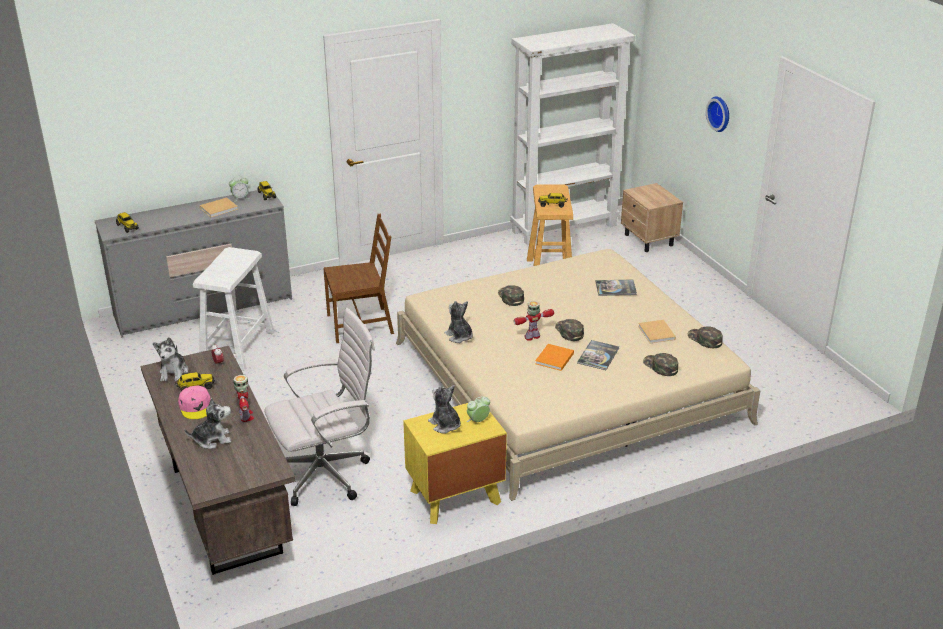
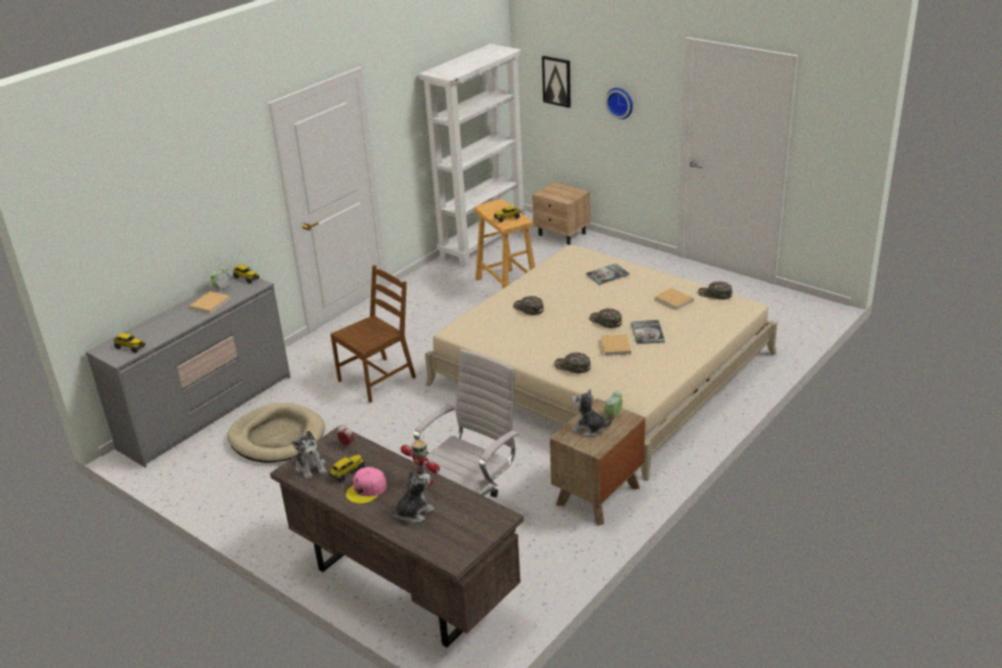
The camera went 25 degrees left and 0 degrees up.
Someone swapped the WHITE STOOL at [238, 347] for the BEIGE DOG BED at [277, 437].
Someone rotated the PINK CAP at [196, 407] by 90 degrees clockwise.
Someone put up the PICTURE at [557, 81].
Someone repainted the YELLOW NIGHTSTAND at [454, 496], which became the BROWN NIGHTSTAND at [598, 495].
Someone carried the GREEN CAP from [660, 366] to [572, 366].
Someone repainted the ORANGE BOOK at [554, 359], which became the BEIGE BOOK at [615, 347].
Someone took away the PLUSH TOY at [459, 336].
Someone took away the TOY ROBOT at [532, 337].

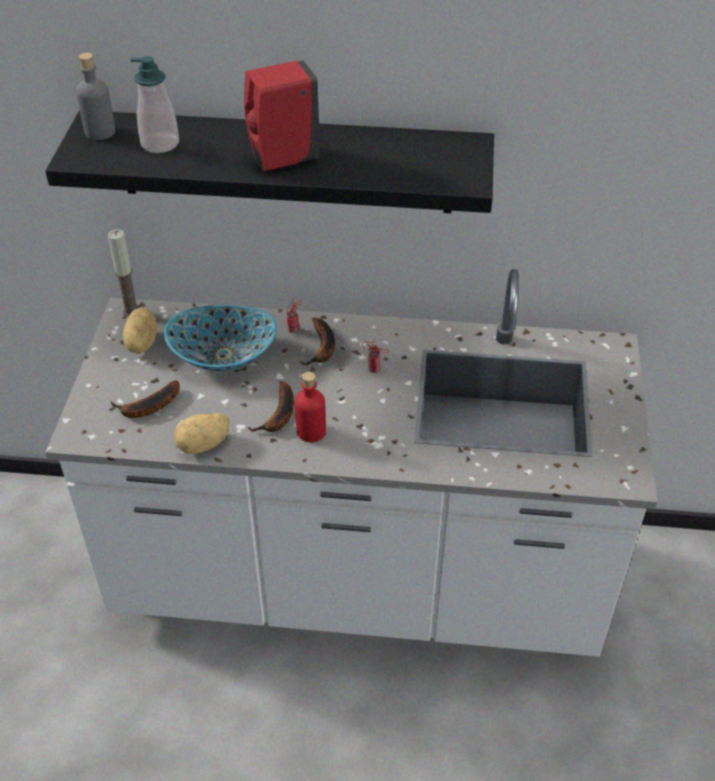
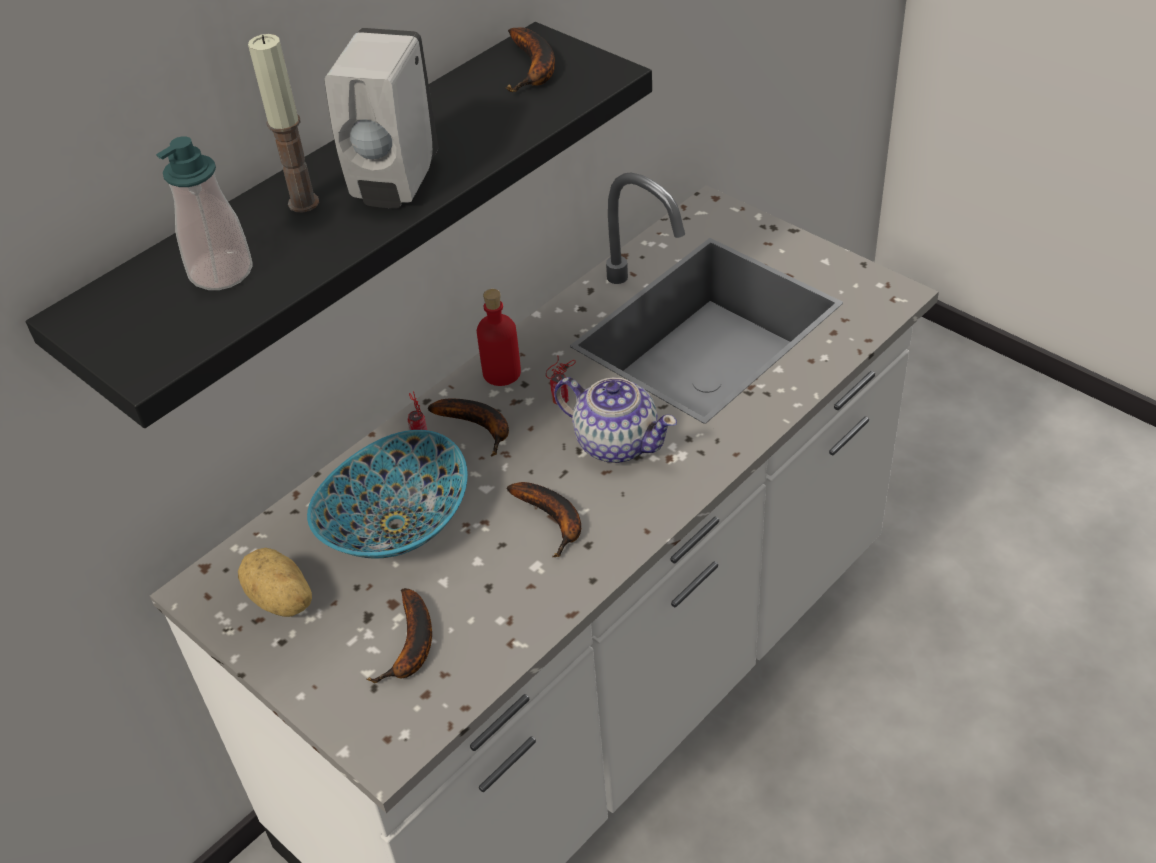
The camera went 50 degrees left and 0 degrees up.
Someone carried the CANDLE from [131, 311] to [303, 203].
Someone repainted the RED SOAP DISPENSER at [281, 160], which became the WHITE SOAP DISPENSER at [394, 184].
Someone carried the RED BOTTLE from [311, 431] to [502, 373].
Someone put down the BANANA at [534, 68].
Someone put down the TEAPOT at [616, 442].
Someone took away the GREY BOTTLE at [100, 132].
Someone took away the POTATO at [204, 445].

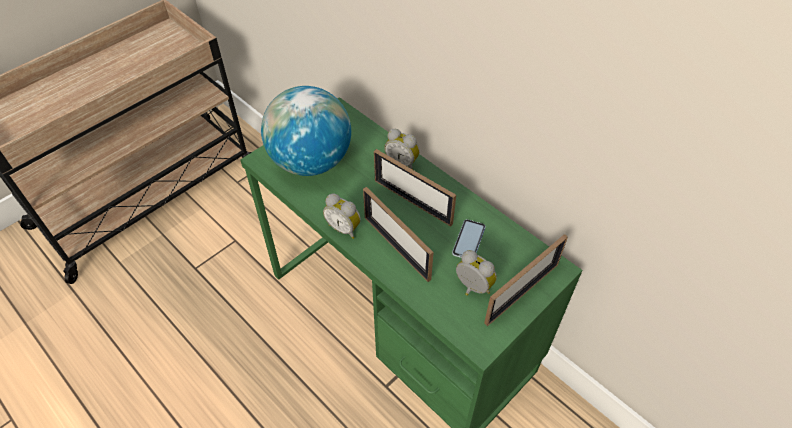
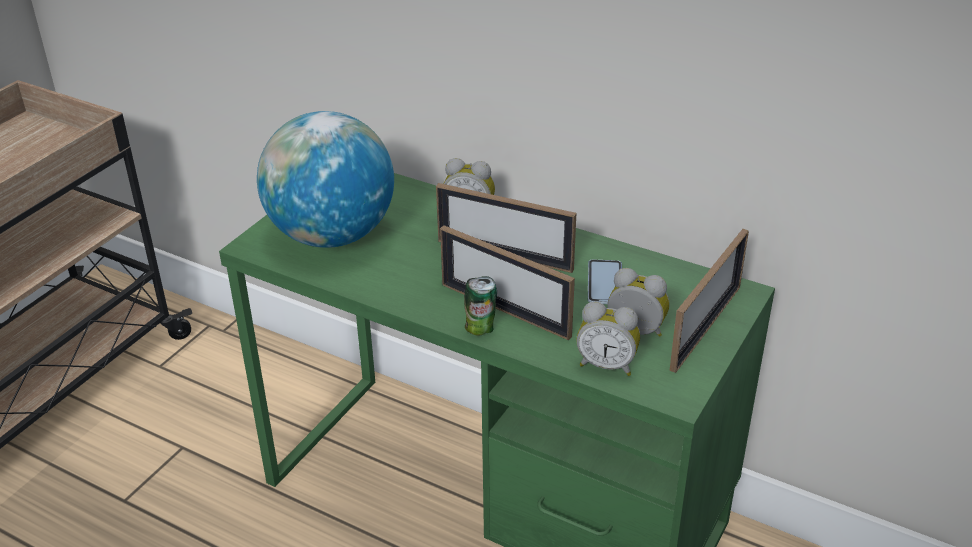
The camera went 15 degrees left and 15 degrees down.
Someone put down the CAN at [480, 328].
Someone carried the ALARM CLOCK from [344, 228] to [607, 364].

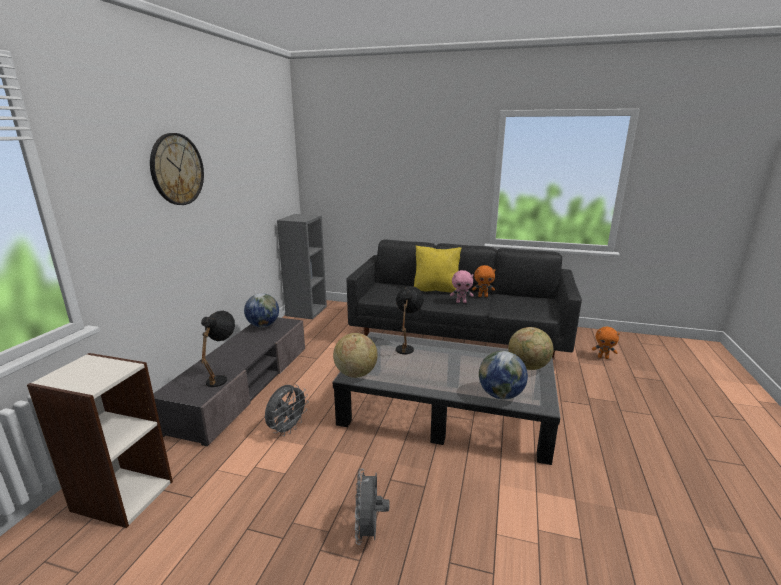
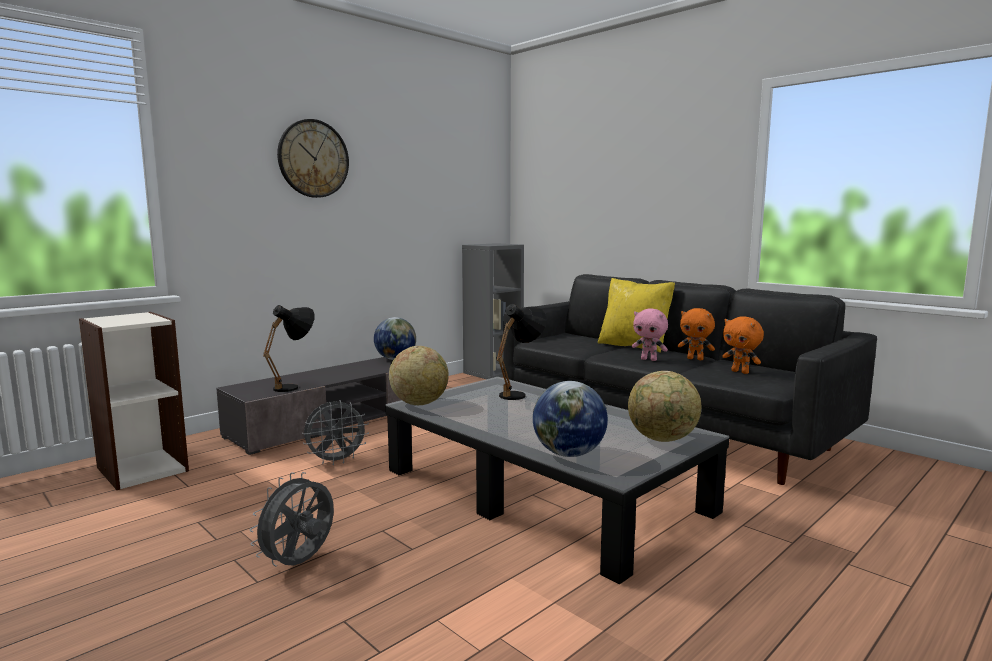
The camera went 30 degrees right and 10 degrees down.
Someone carried the ORANGE PLUSH TOY from [603, 357] to [740, 372].

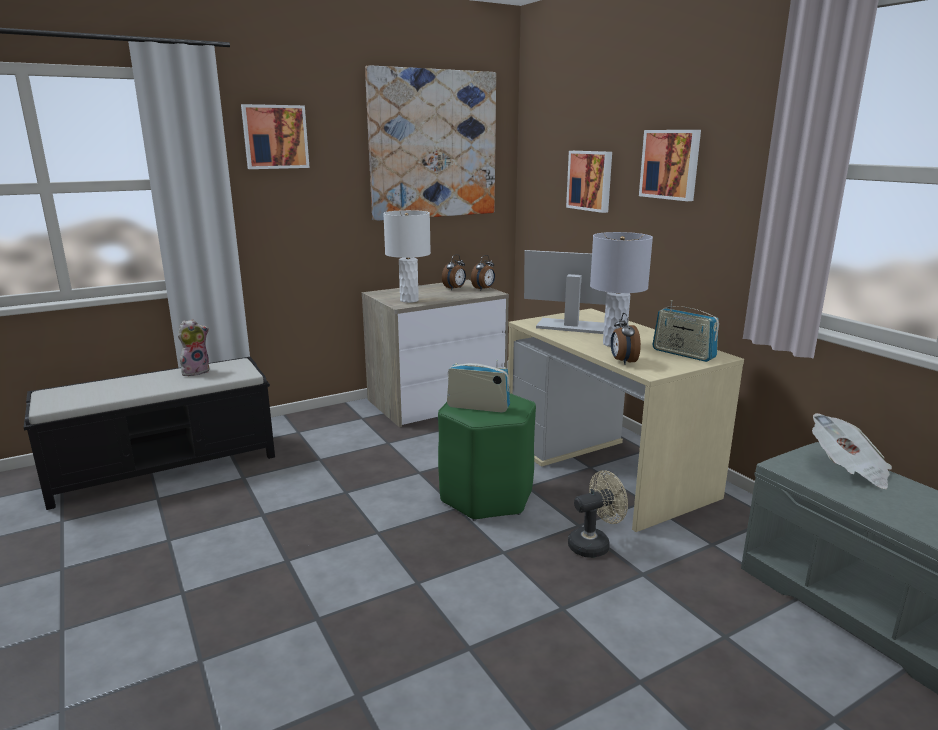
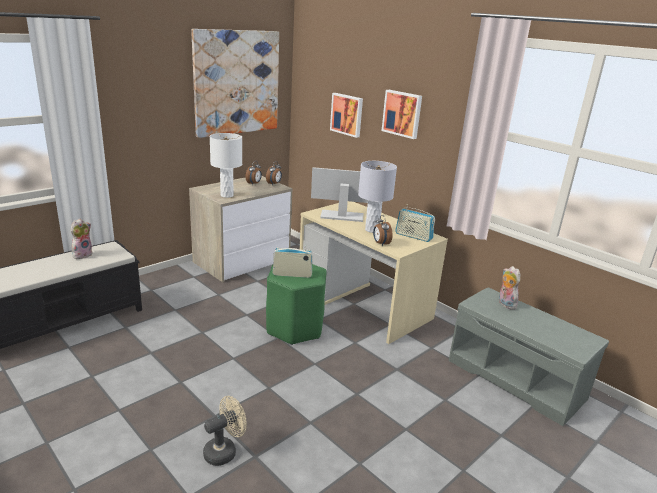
The camera went 15 degrees left and 5 degrees up.
Someone carried the BEIGE FAN from [594, 544] to [224, 451].
Someone swapped the NEWSPAPER at [848, 470] for the PLUSH TOY at [505, 304].
Someone took away the PICTURE at [275, 137].

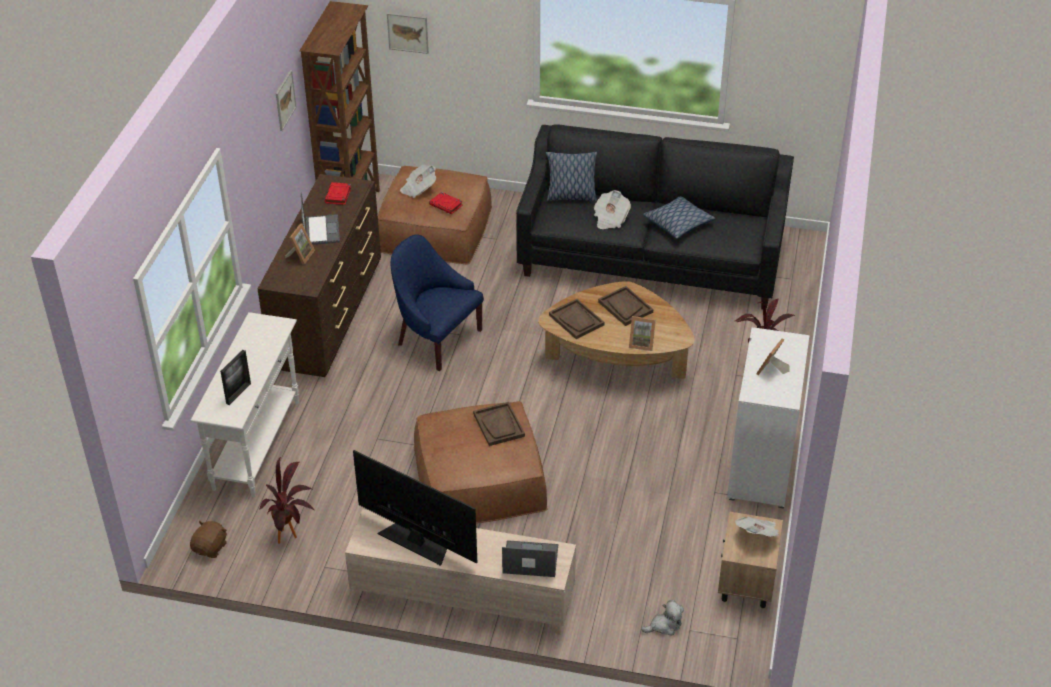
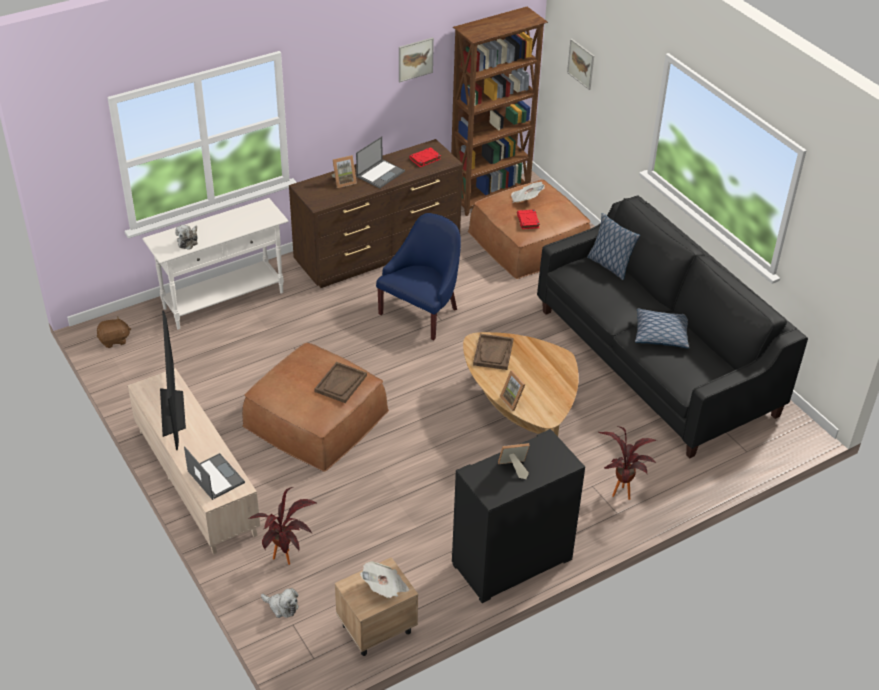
The camera went 45 degrees right and 0 degrees up.
Someone swapped the PICTURE FRAME at [238, 393] for the PLUSH TOY at [188, 241].
Someone carried the POTTED PLANT from [291, 536] to [287, 560].
Someone rotated the BLUE ARMCHAIR at [436, 339] by 45 degrees clockwise.
Someone repainted the WHITE CABINET at [762, 466], which became the BLACK CABINET at [512, 562].
Someone took away the NEWSPAPER at [610, 219].
Someone took away the BROWN TRAY at [625, 307].

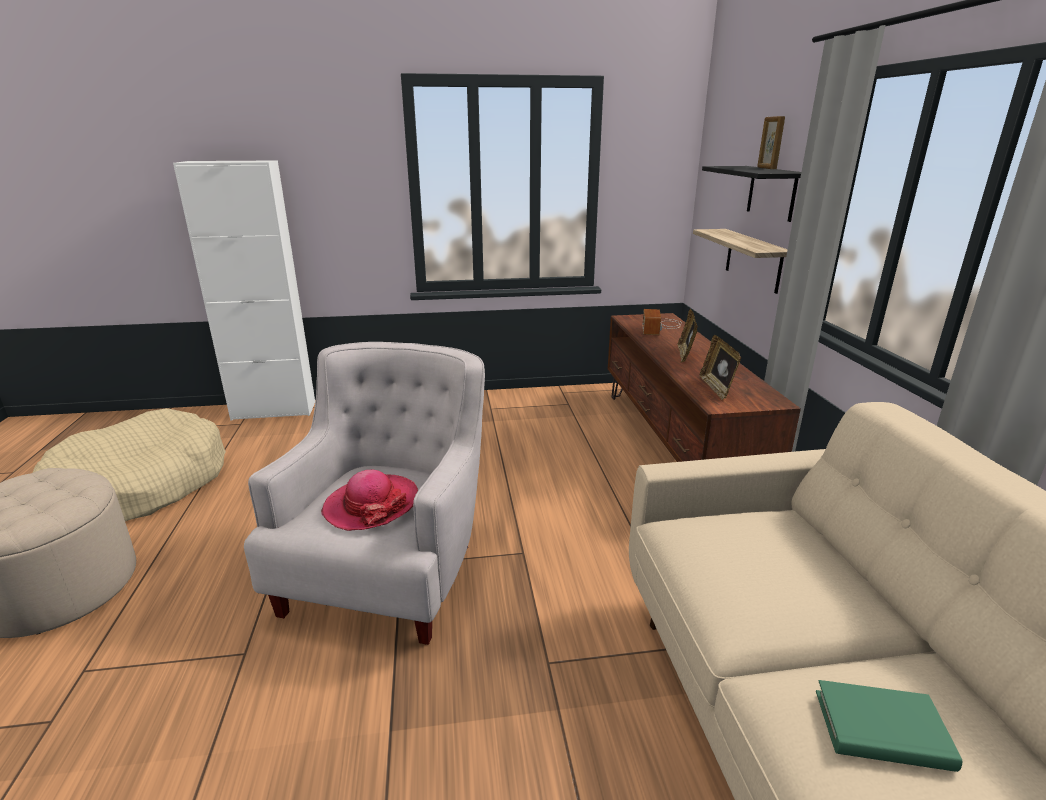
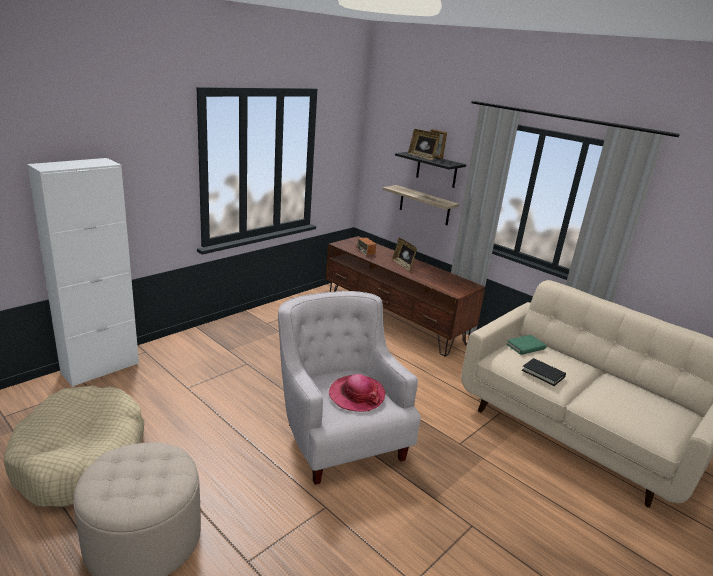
The camera went 40 degrees left and 0 degrees up.
Someone carried the PICTURE FRAME from [717, 388] to [422, 157].
Someone carried the GREEN BOOK from [882, 730] to [525, 347].
Someone put down the BLACK BOOK at [543, 374].

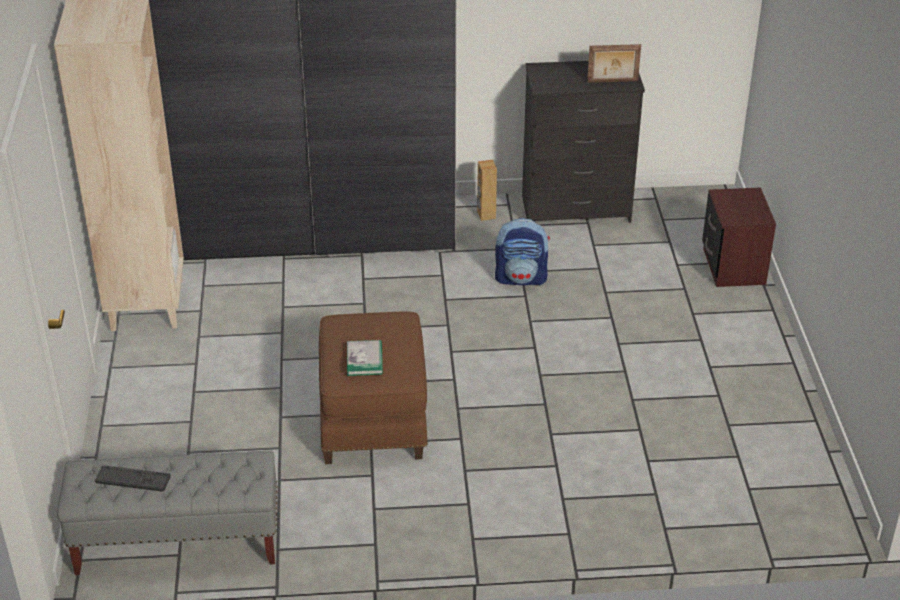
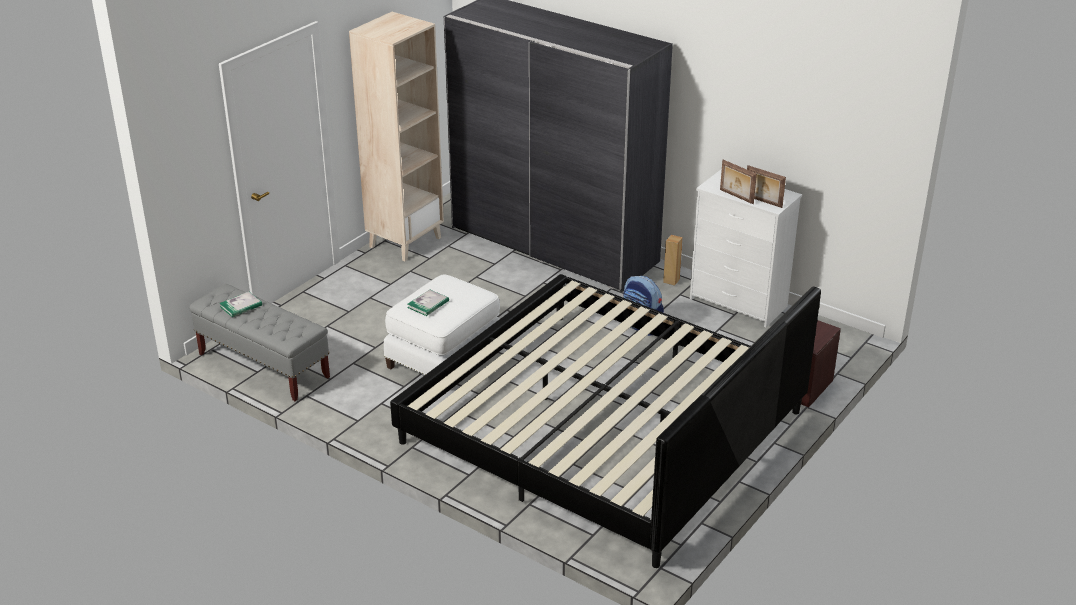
The camera went 40 degrees right and 5 degrees down.
Someone swapped the KEYBOARD at [133, 479] for the BOOK at [241, 306].
Someone repainted the BROWN OTTOMAN at [374, 419], which became the WHITE OTTOMAN at [445, 358].
Someone put down the BED at [603, 427].
Someone repainted the BLACK DRESSER at [577, 209], which became the WHITE DRESSER at [738, 303].
Someone put down the PICTURE FRAME at [736, 197].

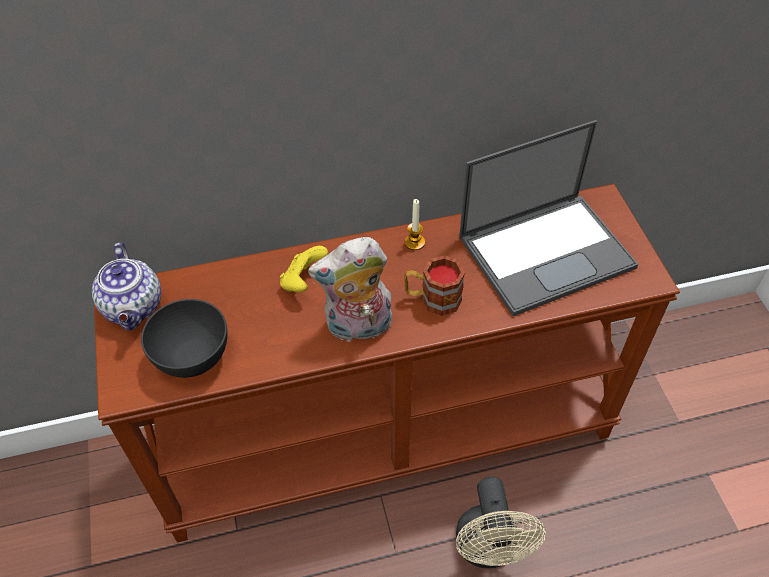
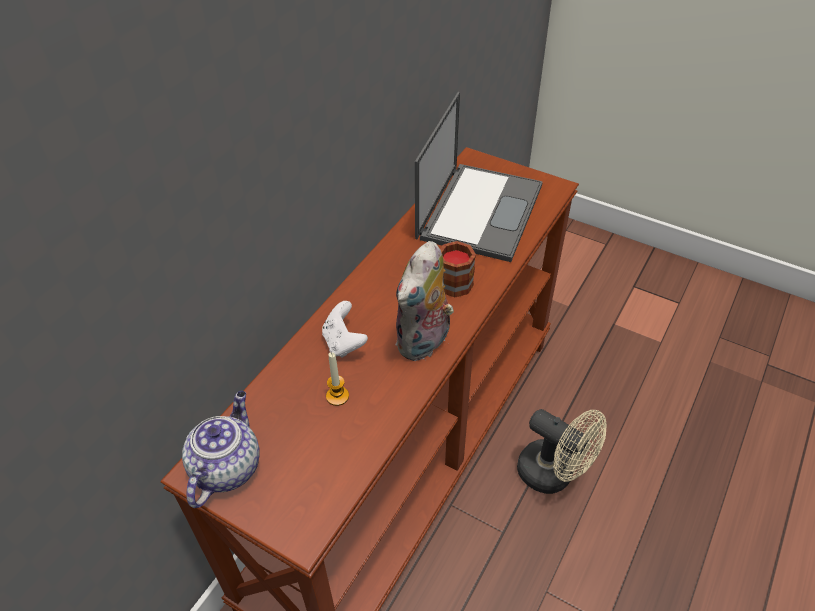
The camera went 45 degrees left and 5 degrees down.
Someone rotated the TEAPOT at [134, 308] by 105 degrees counterclockwise.
Someone repainted the YELLOW GAME CONTROLLER at [303, 281], which became the WHITE GAME CONTROLLER at [344, 343].
Someone carried the CANDLE from [414, 242] to [337, 396].
Someone took away the GREY BOWL at [192, 357].

